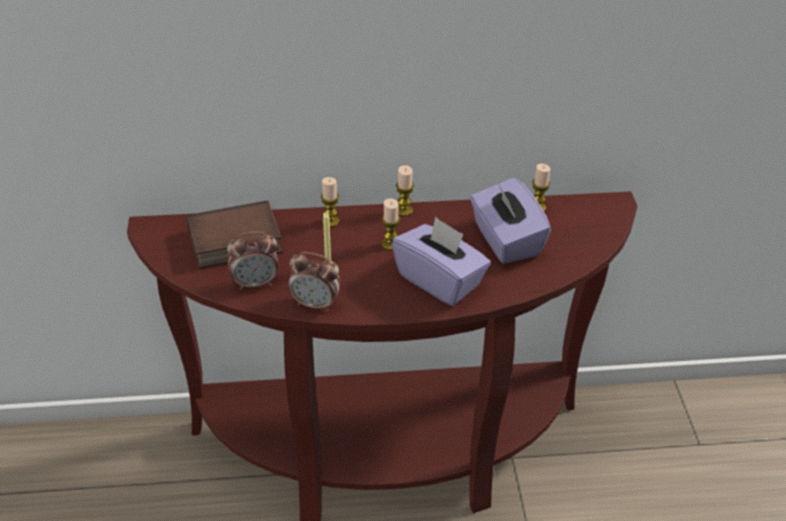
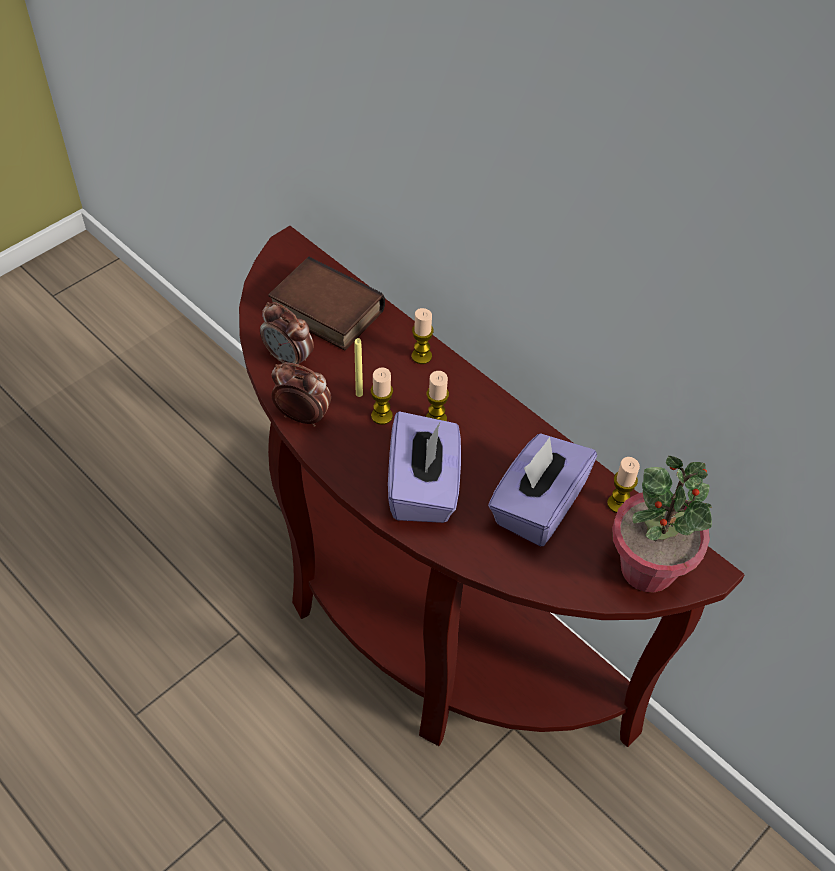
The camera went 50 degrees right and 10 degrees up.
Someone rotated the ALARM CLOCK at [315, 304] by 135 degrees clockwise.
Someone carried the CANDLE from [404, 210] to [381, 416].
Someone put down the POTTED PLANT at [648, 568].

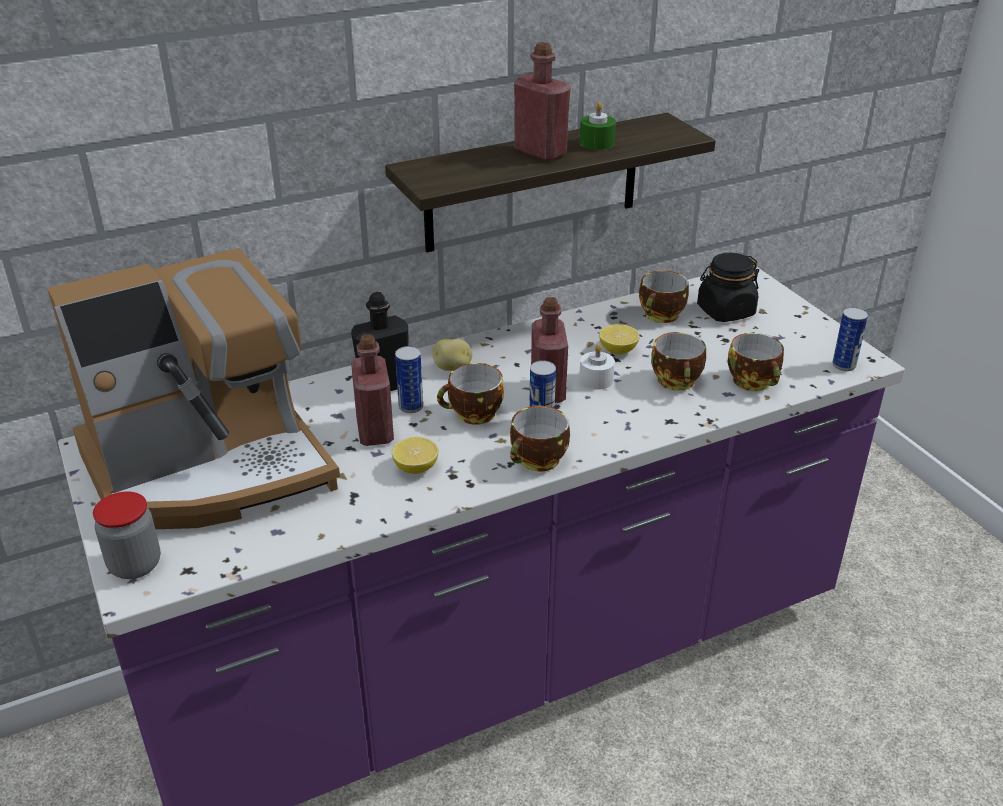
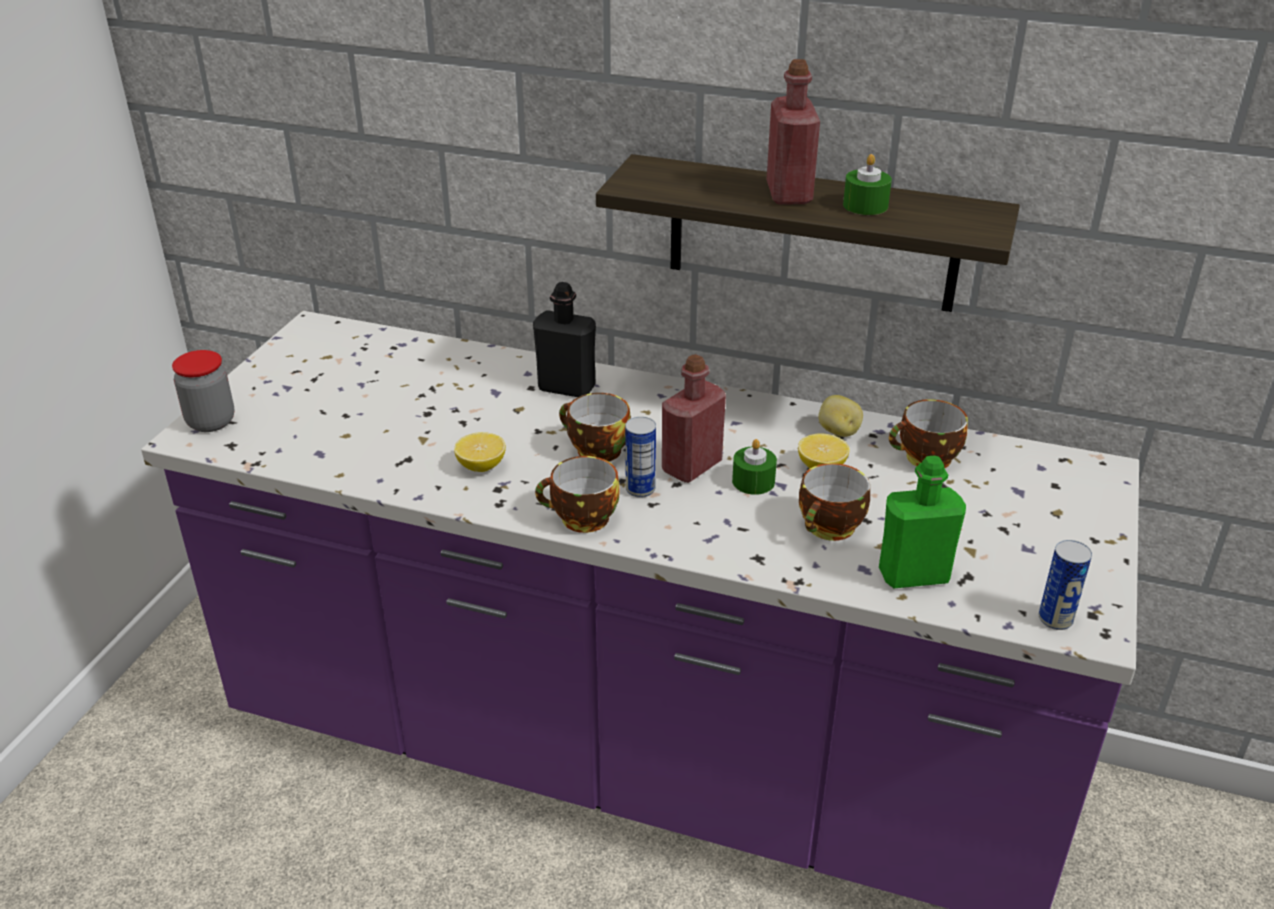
The camera went 45 degrees right and 0 degrees up.
Someone repainted the WHITE CANDLE at [596, 379], which became the GREEN CANDLE at [753, 481].
Someone carried the POTATO from [453, 368] to [838, 432].
Someone swapped the CUP at [754, 382] for the GREEN BOTTLE at [913, 575].
Someone took away the COFFEE MACHINE at [210, 467].
Someone took away the RED BOTTLE at [375, 431].
Someone took away the CAN at [411, 407].
Someone took away the BLACK JAR at [725, 311].

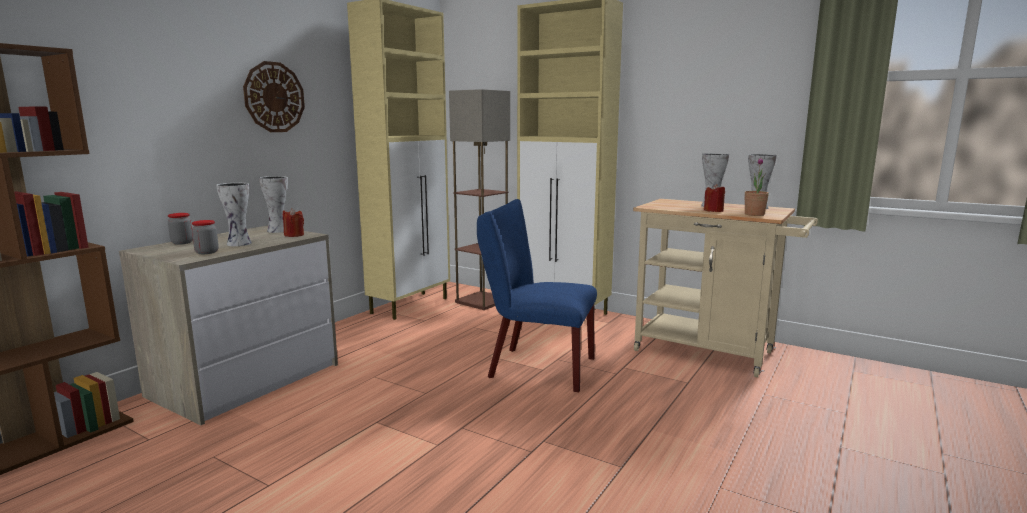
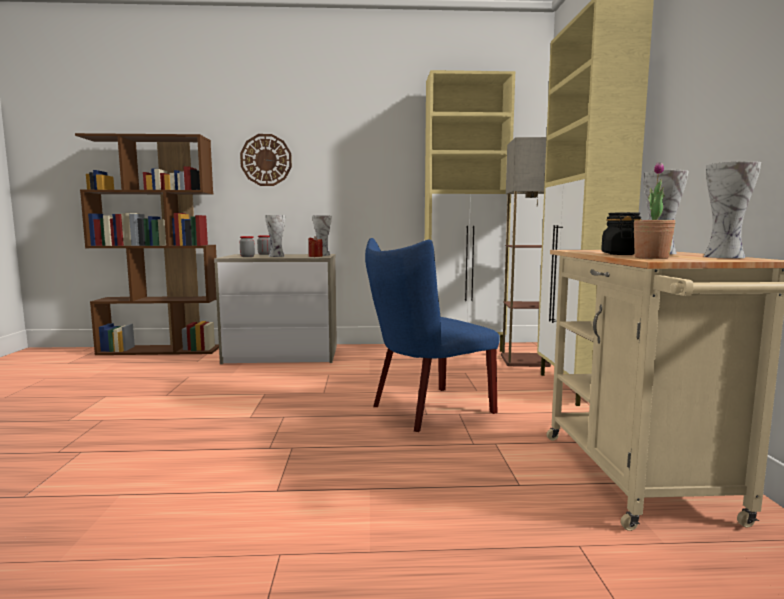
The camera went 55 degrees right and 5 degrees down.
Someone carried the WALL CLOCK from [274, 97] to [266, 160].
Someone rotated the BLUE CHAIR at [534, 367] by 105 degrees counterclockwise.
Someone swapped the RED CANDLE at [713, 211] for the BLACK JAR at [621, 254].

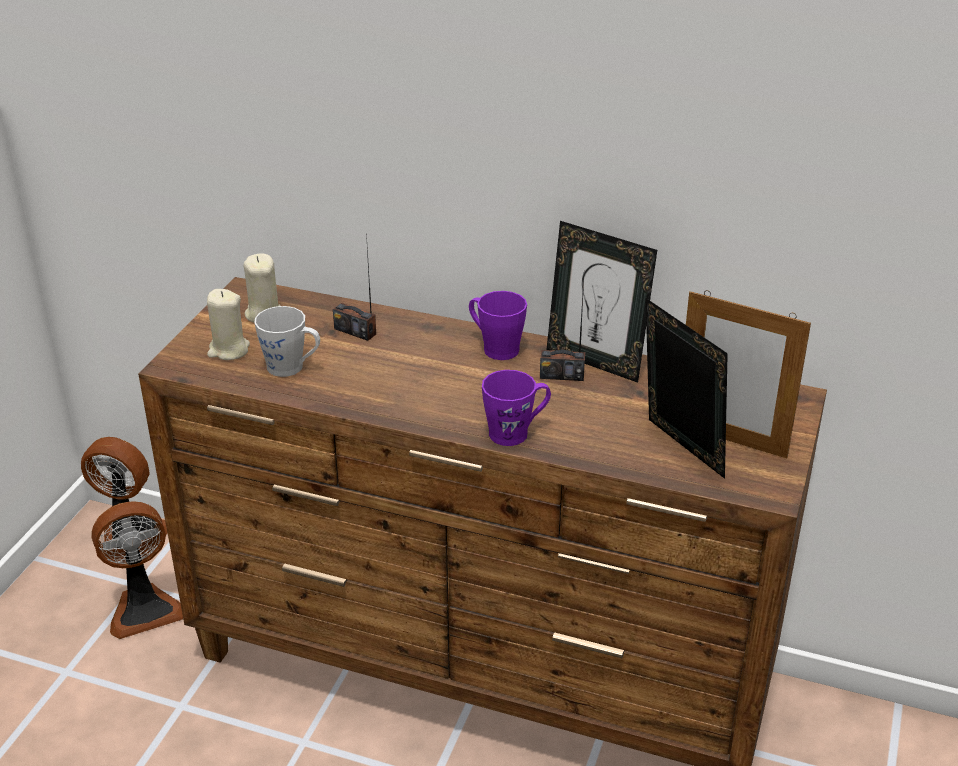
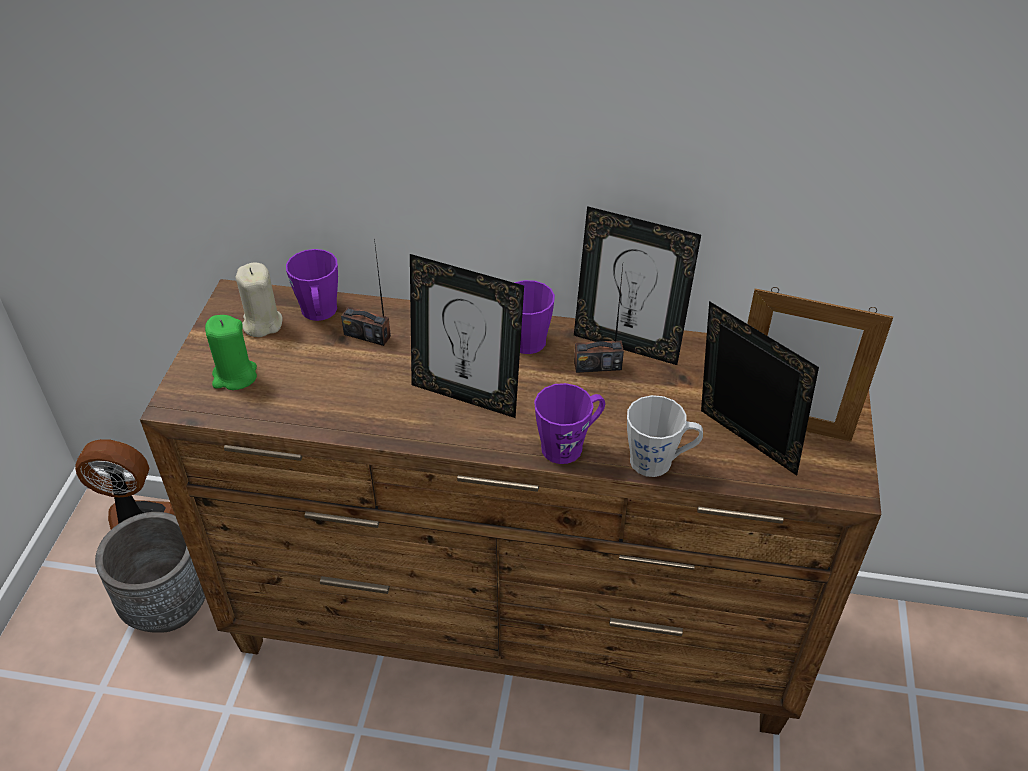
The camera went 10 degrees left and 10 degrees up.
Someone swapped the FAN at [144, 609] for the GREY PLANTER at [168, 605].
Someone repainted the BEIGE CANDLE at [228, 350], which became the GREEN CANDLE at [234, 376].
Someone put down the PURPLE MUG at [319, 313].
Someone put down the PICTURE FRAME at [466, 395].
Someone carried the GREY MUG from [292, 367] to [659, 461].

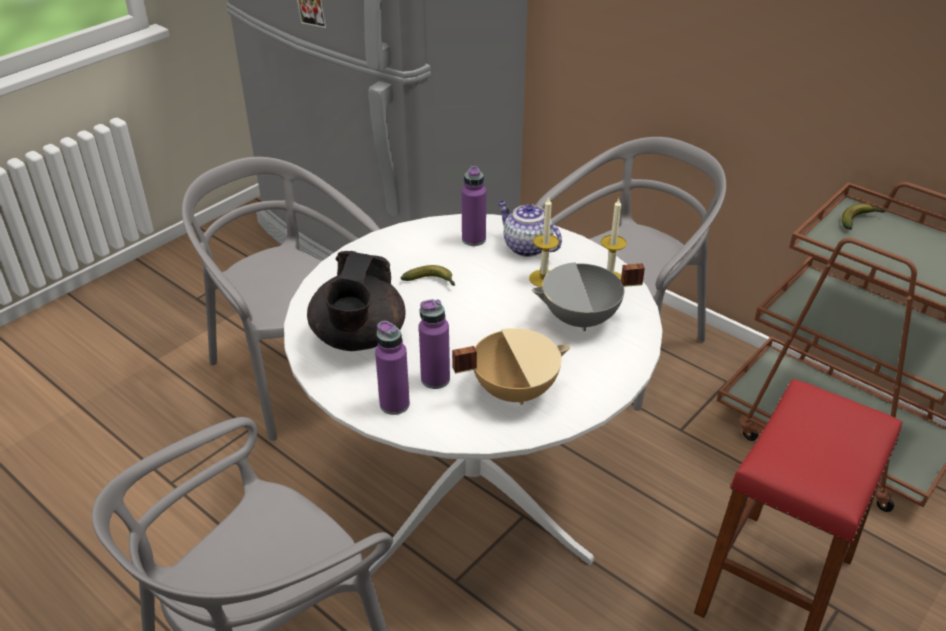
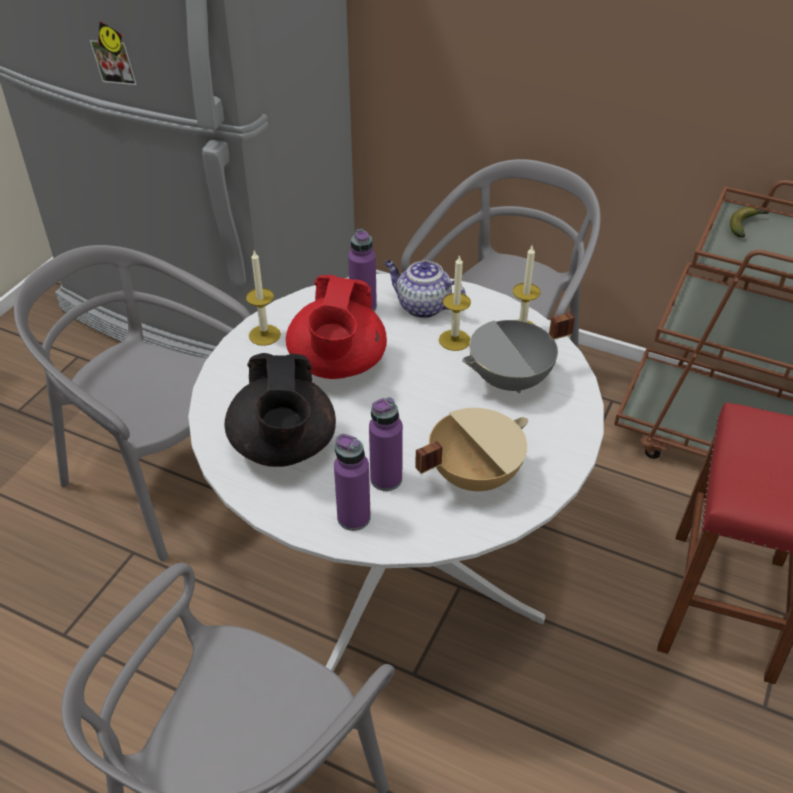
The camera went 15 degrees left and 5 degrees up.
Someone put down the CANDLE at [264, 335].
Someone swapped the BANANA at [431, 282] for the RED TEAPOT at [337, 365].

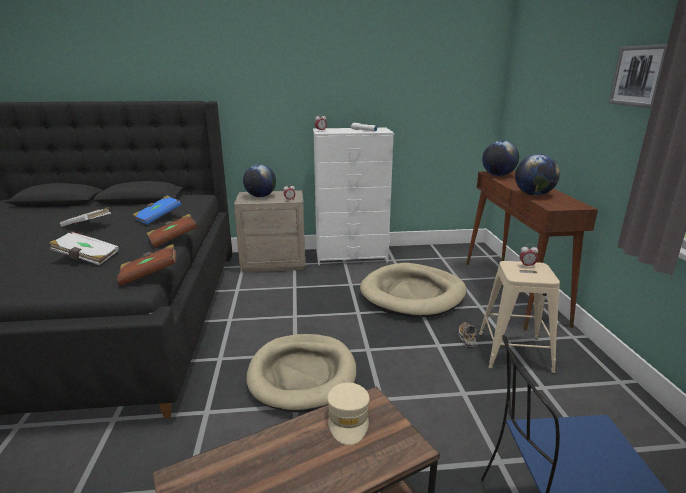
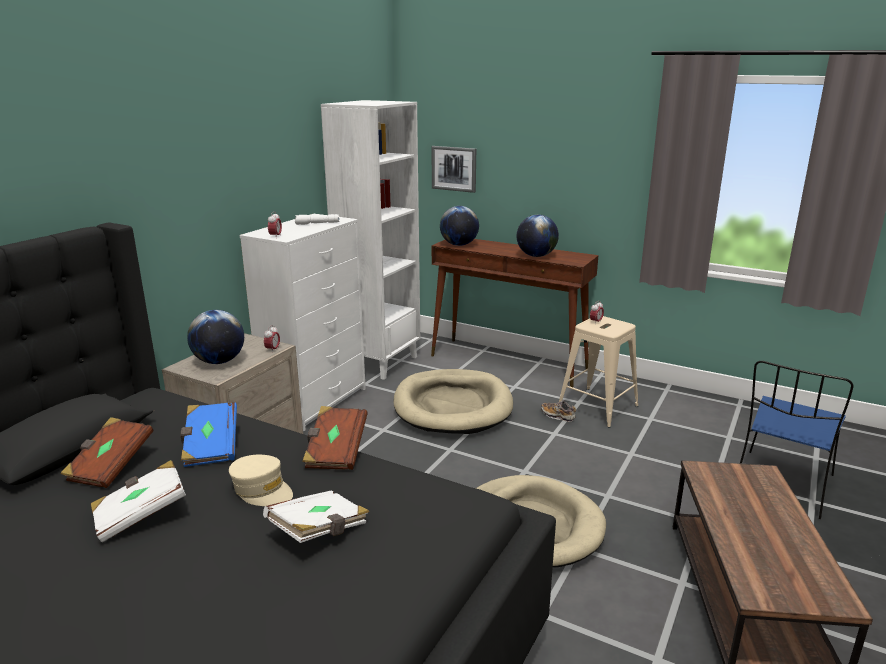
The camera went 55 degrees left and 0 degrees up.
Someone carried the BROWN BOOK from [149, 275] to [110, 466].
Someone carried the BEIGE CAP from [348, 419] to [262, 490].
Someone put down the WHITE BOOKCASE at [379, 362].
Someone carried the PICTURE from [639, 76] to [454, 168].

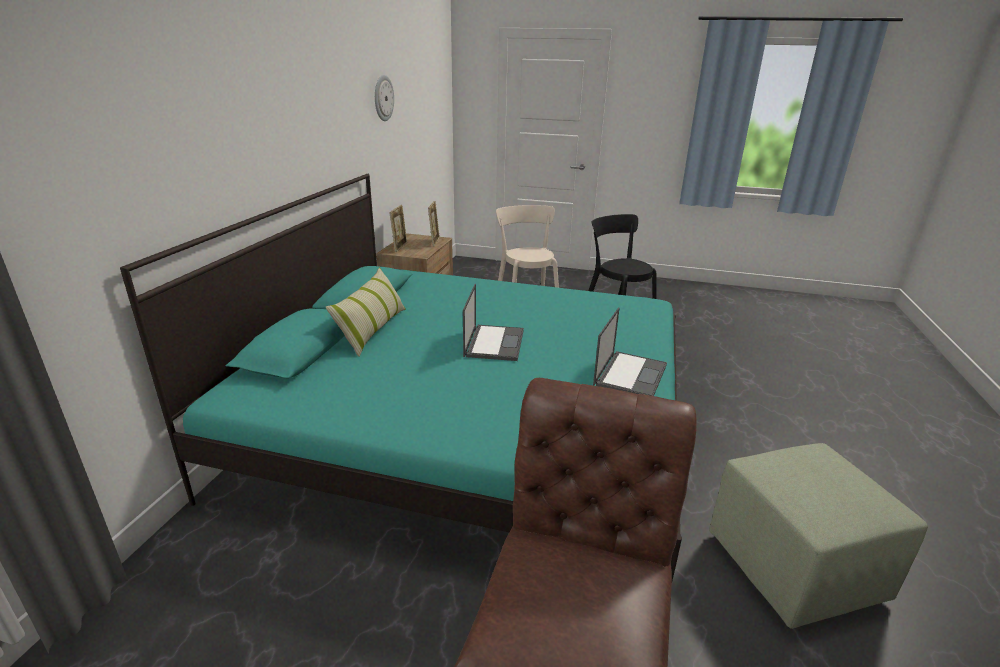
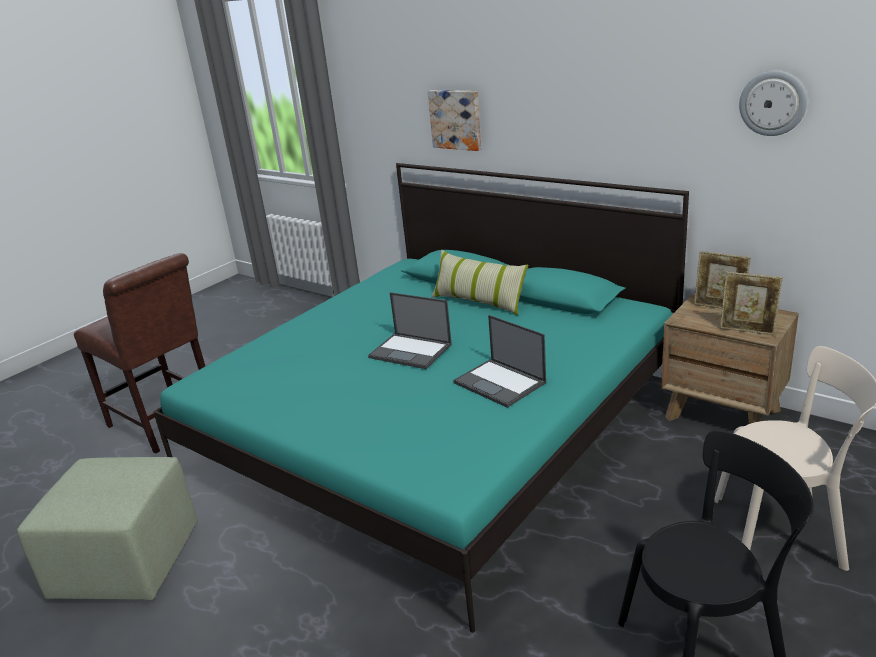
The camera went 115 degrees right and 0 degrees up.
Someone put up the PICTURE at [456, 119].
Someone carried the LAPTOP from [630, 374] to [500, 383].

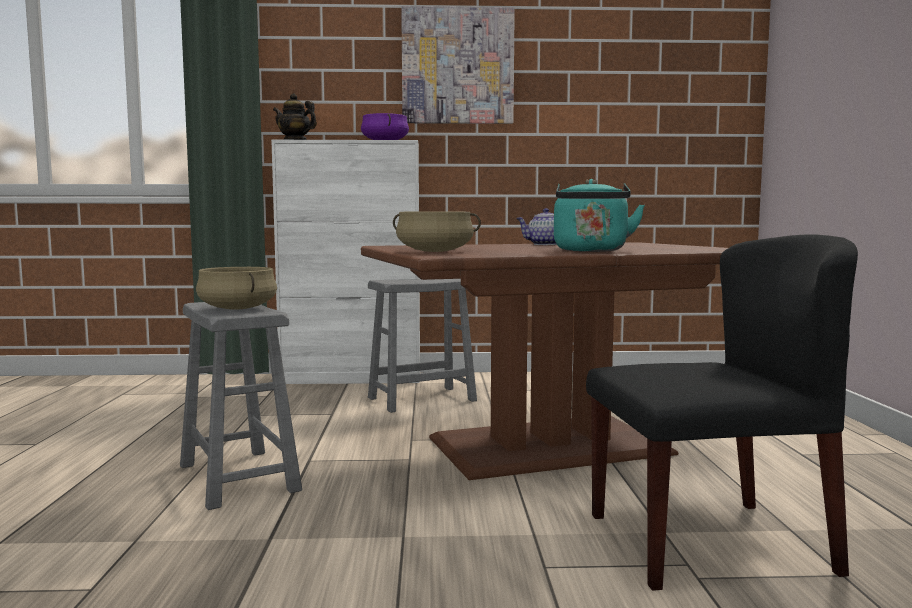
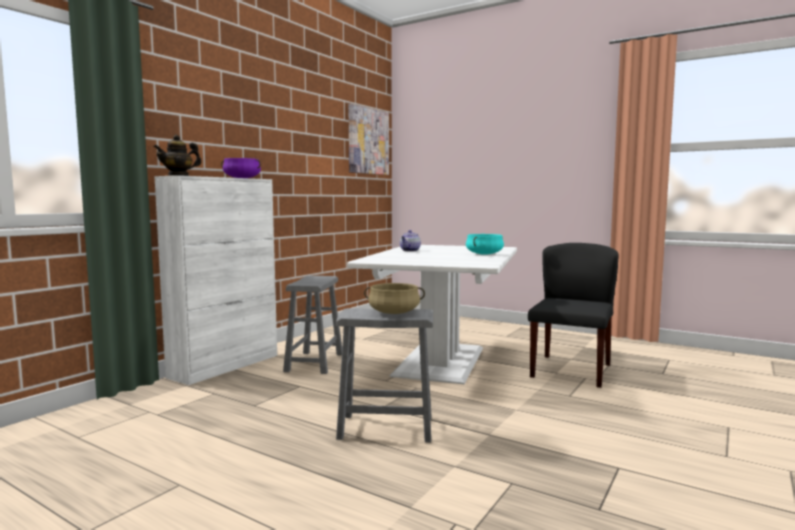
The camera went 55 degrees left and 0 degrees up.
Someone repainted the BROWN DINING TABLE at [551, 447], which became the WHITE DINING TABLE at [442, 361].
Someone carried the PICTURE from [457, 66] to [368, 141].
Someone swapped the TURQUOISE KETTLE at [591, 251] for the TURQUOISE COOKING POT at [484, 254].
Someone took away the BEIGE COOKING POT at [435, 252].

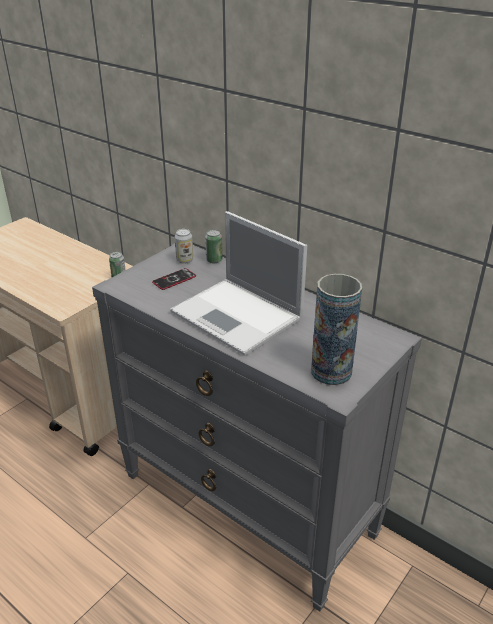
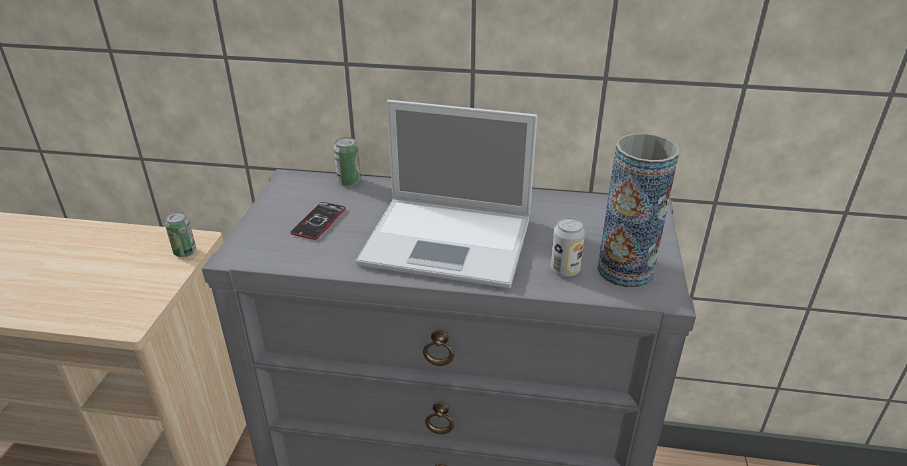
The camera went 30 degrees left and 0 degrees up.
Someone carried the CAN from [184, 260] to [565, 270].

